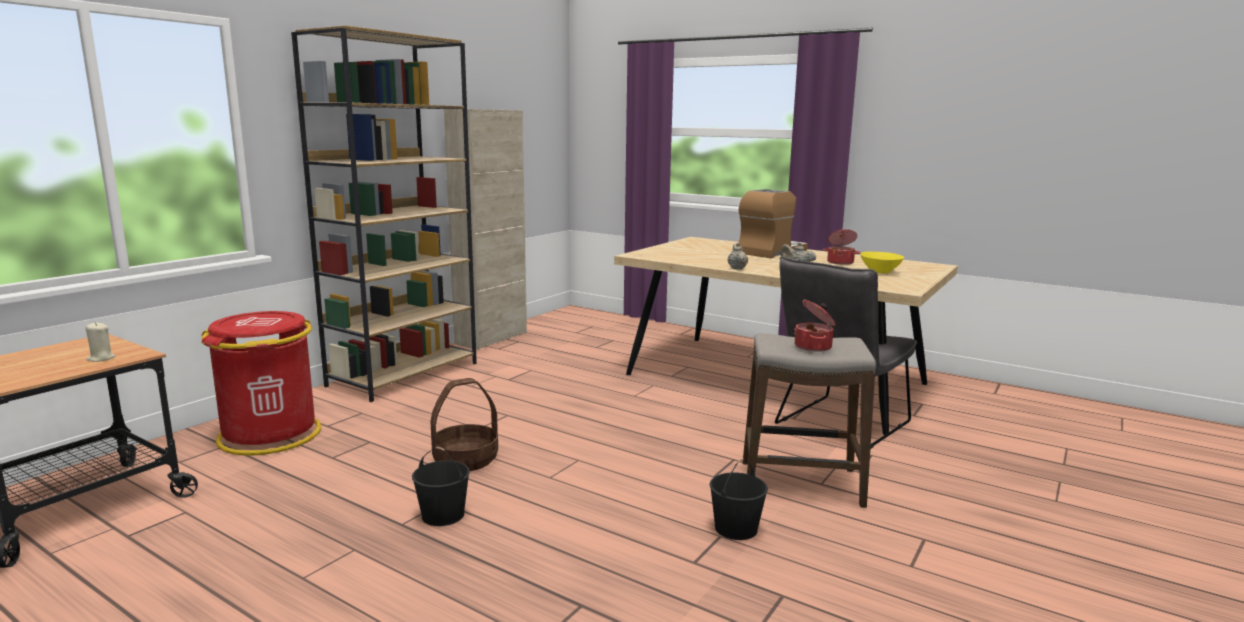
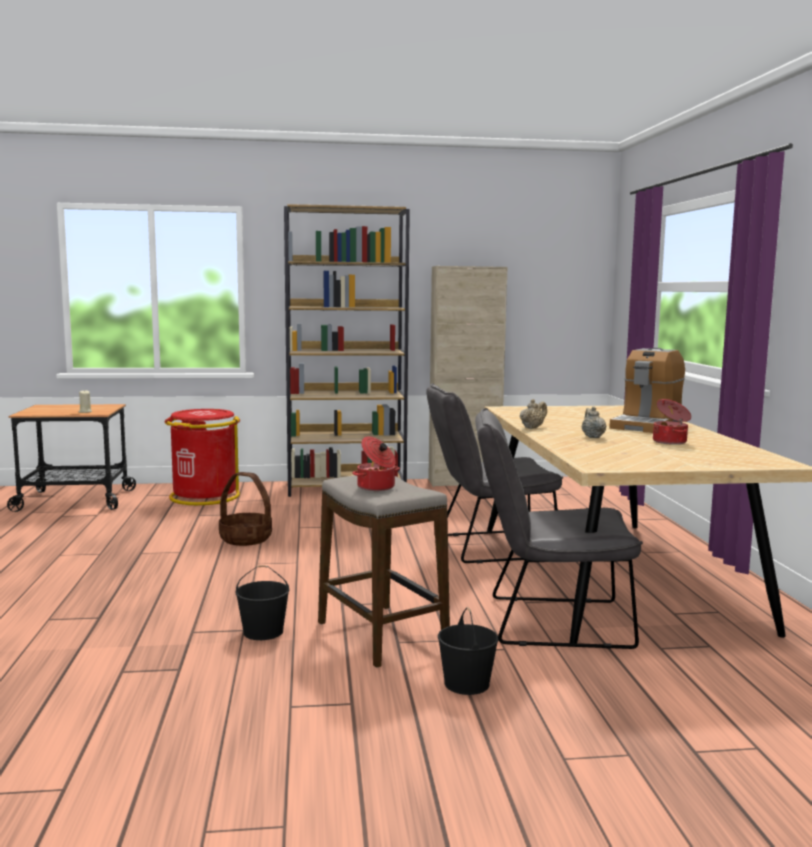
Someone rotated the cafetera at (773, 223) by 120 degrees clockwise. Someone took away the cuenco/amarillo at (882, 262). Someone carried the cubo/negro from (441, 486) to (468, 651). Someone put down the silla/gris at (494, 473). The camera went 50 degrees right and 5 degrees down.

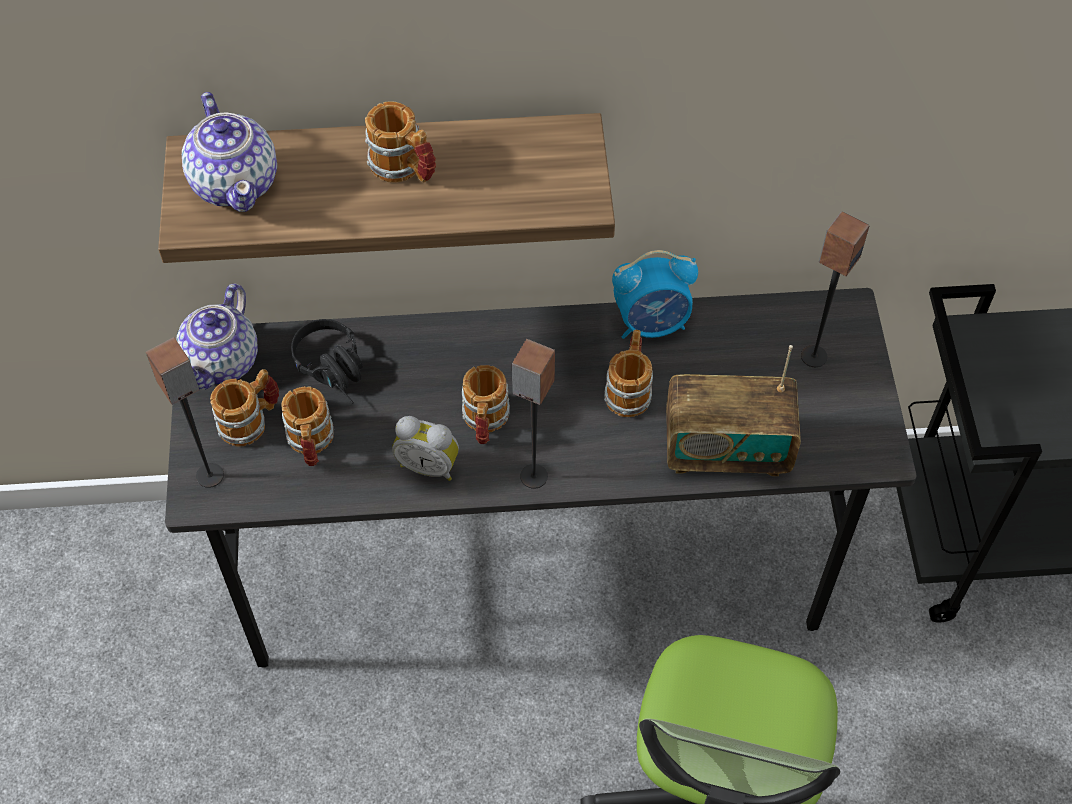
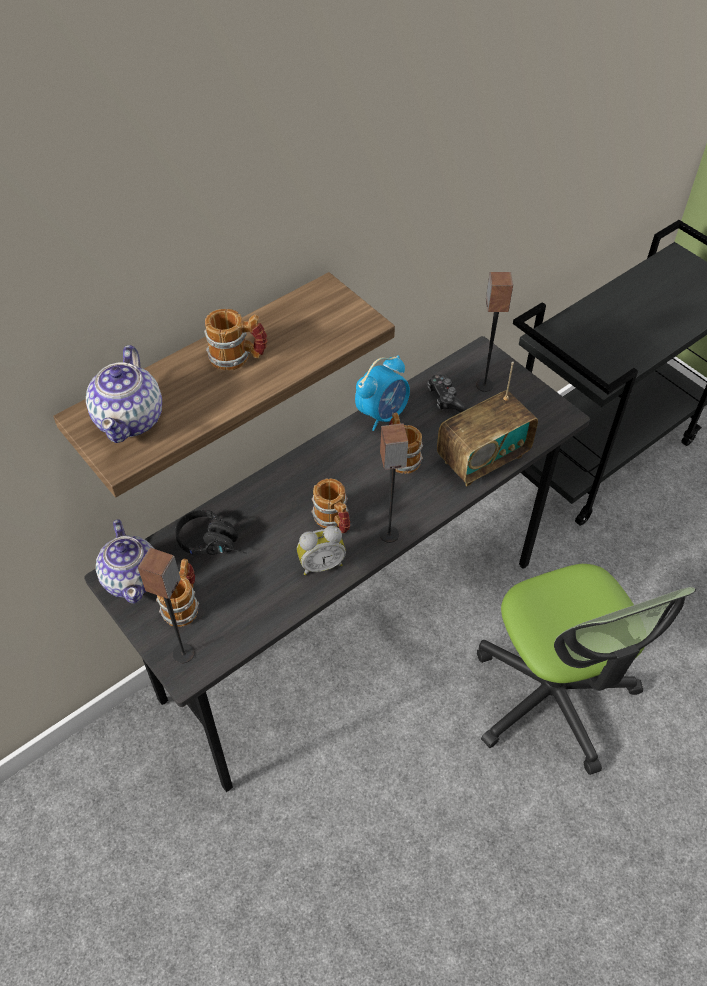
Someone rotated the tetera at (229, 152) by 60 degrees clockwise. Someone took away the taza grande at (307, 426). Someone put down the mando de consola at (447, 393). The camera went 35 degrees left and 5 degrees down.

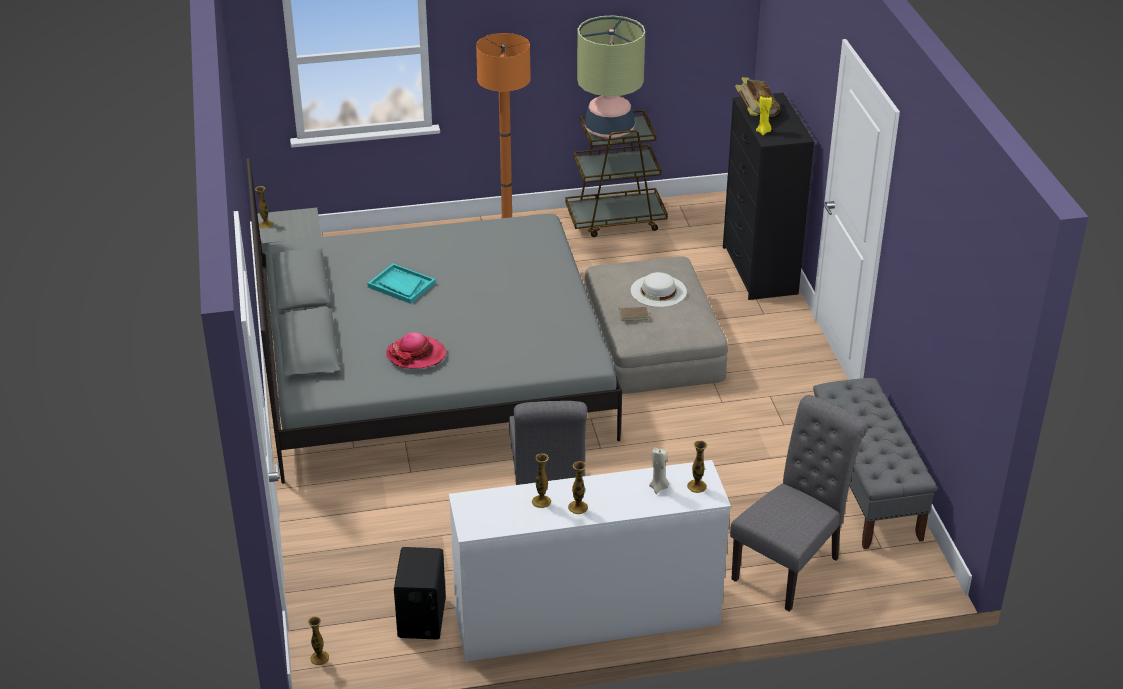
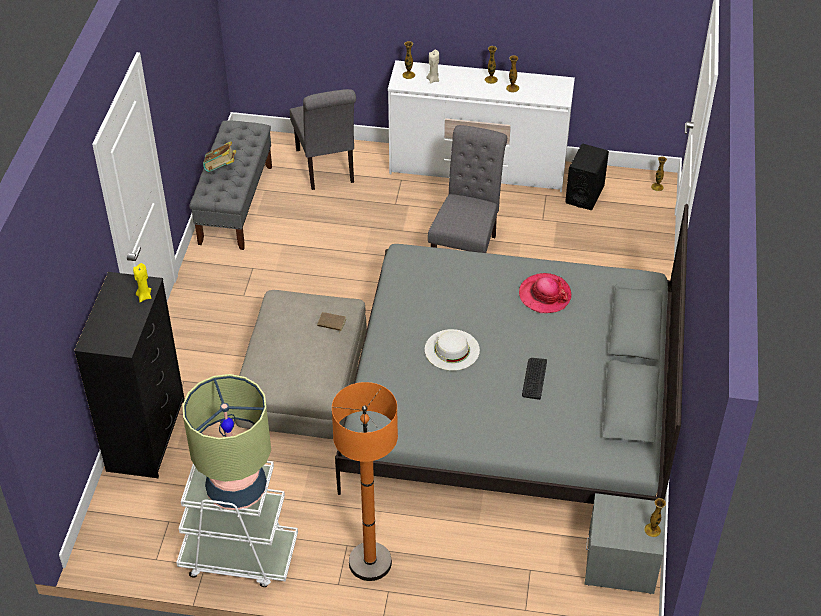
Someone carried the libro from (758, 97) to (219, 156). Someone repainted the carrito/marrón at (616, 173), which became the carrito/blanco at (237, 524). Someone swapped the bandeja/turquesa at (401, 283) for the teclado at (534, 379). Someone carried the sombrero/blanco from (659, 289) to (452, 350). Someone rotated the silla/gris at (799, 503) by 75 degrees counterclockwise. The camera went 160 degrees left and 10 degrees up.

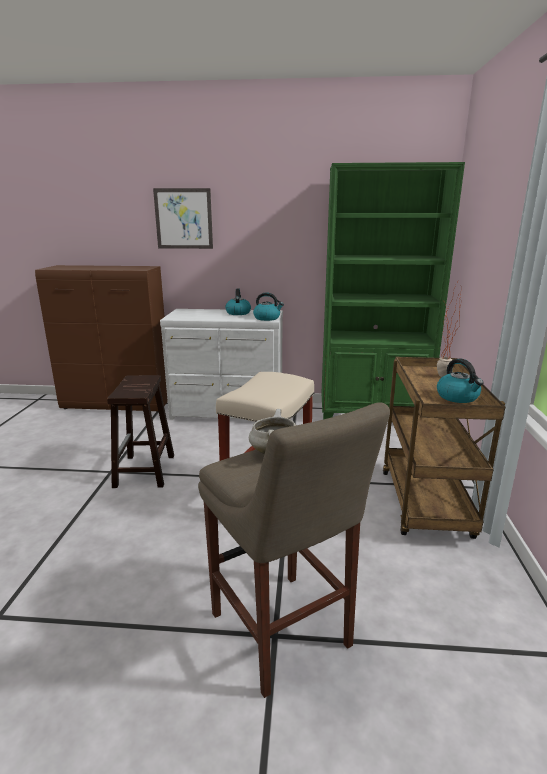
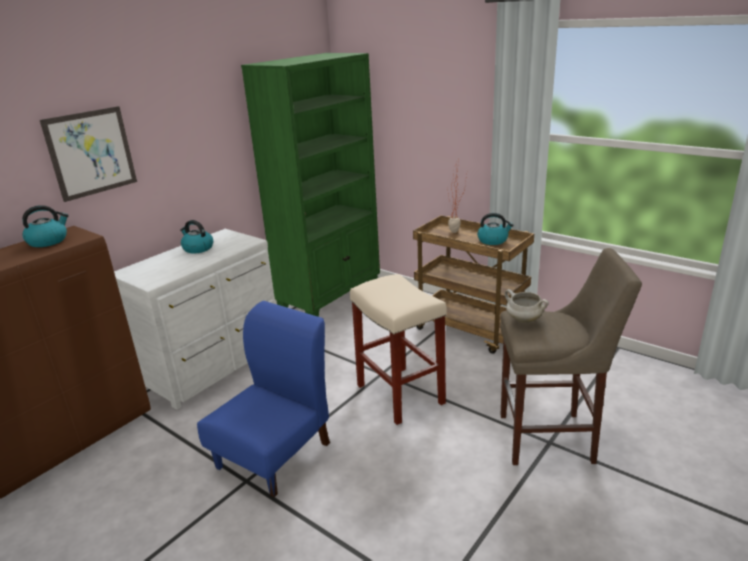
Someone carried the hervidor from (268, 307) to (45, 226). Someone swapped the taburete/marrón at (140, 431) for the silla/azul at (263, 399). The camera went 55 degrees left and 5 degrees up.

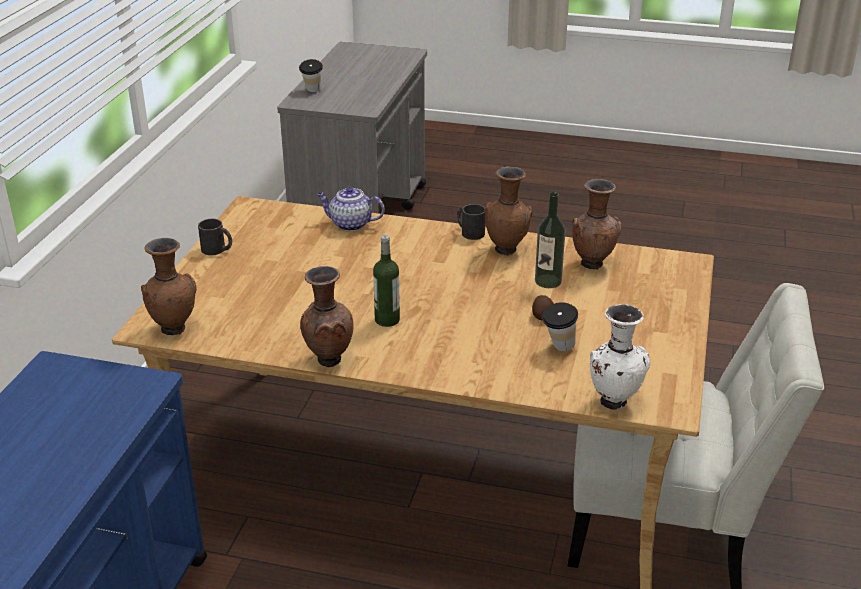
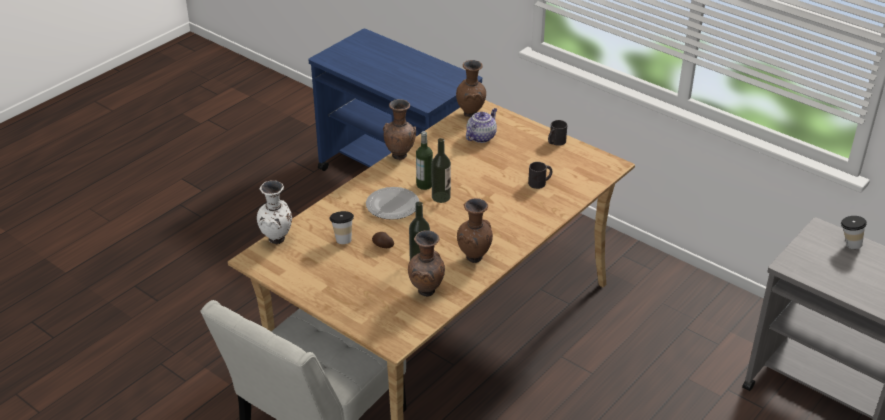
Someone carried the tetera from (350, 209) to (481, 125). Someone carried the taza grande/negro from (471, 222) to (540, 175). Someone put down the botella at (441, 170). Someone put down the plato at (392, 203). The camera went 115 degrees right and 5 degrees up.

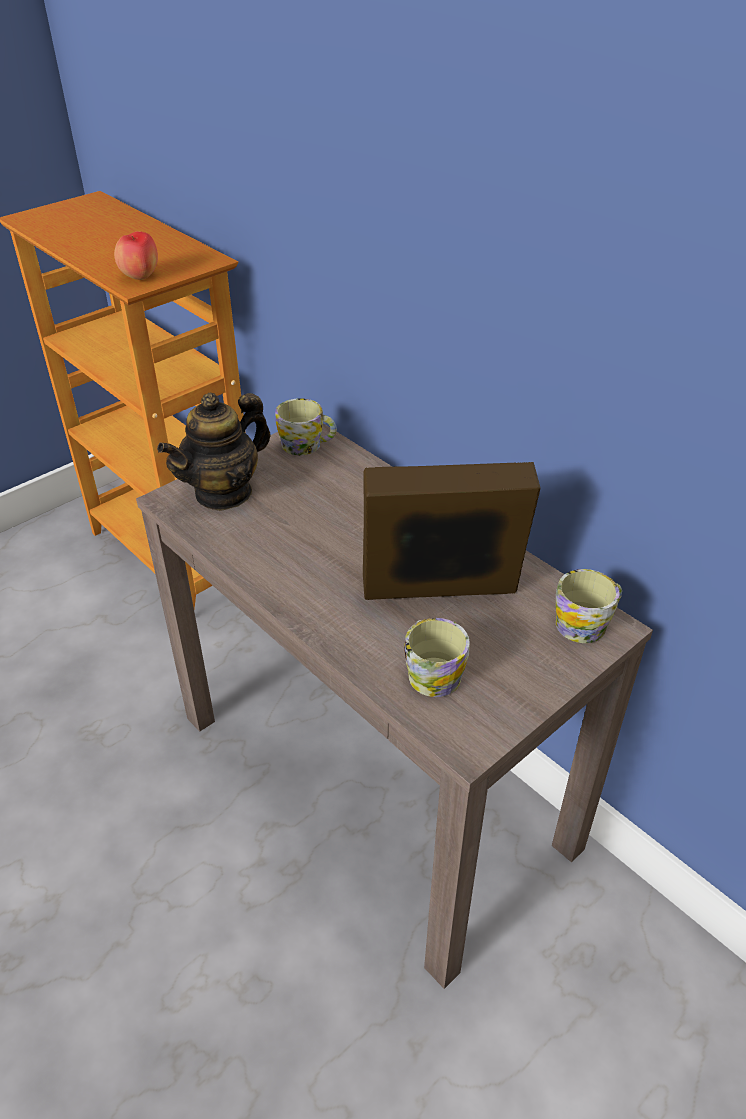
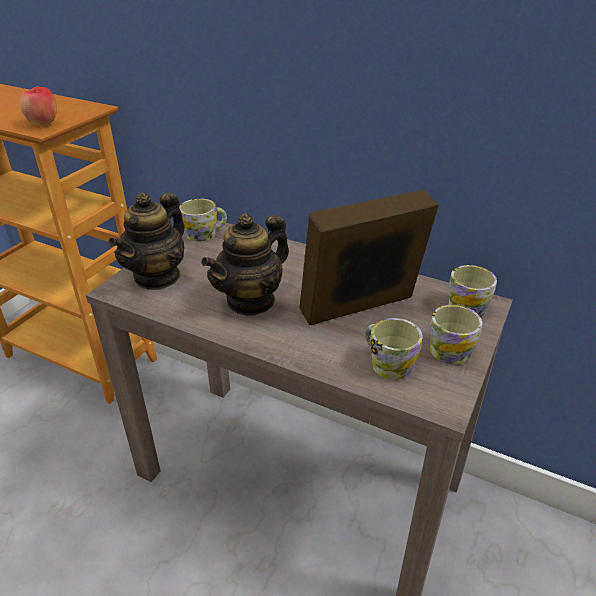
Someone put down the tetera at (245, 264). Someone put down the taza grande at (456, 334). The camera went 20 degrees left and 5 degrees down.

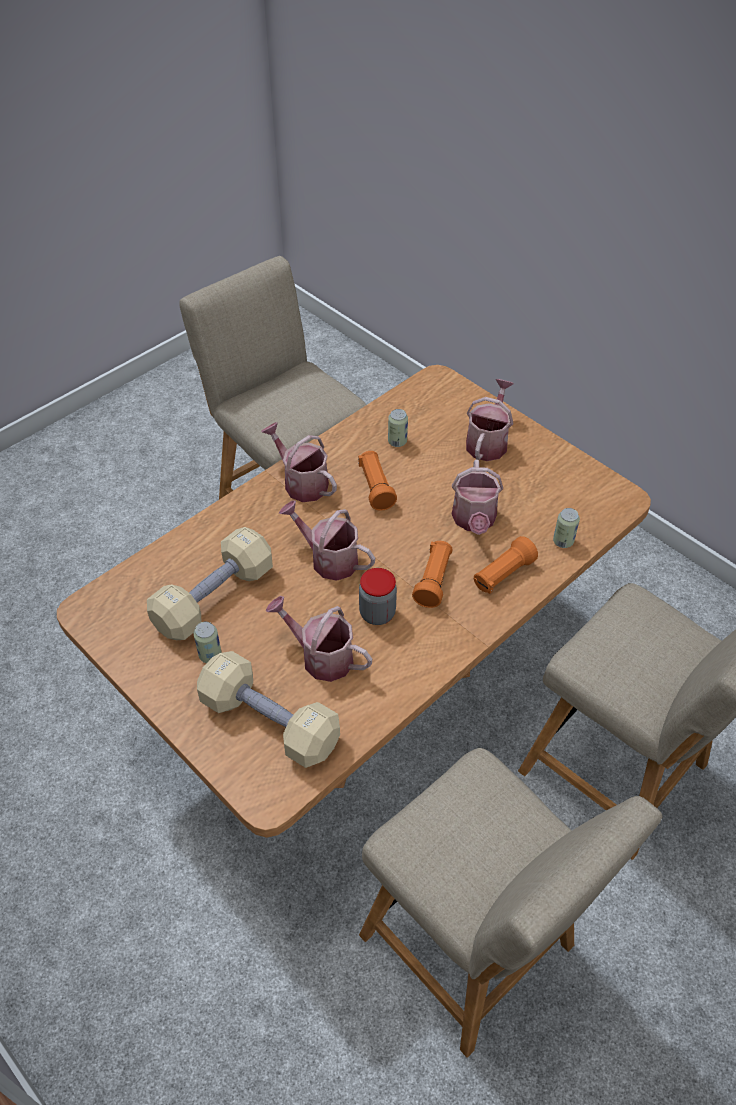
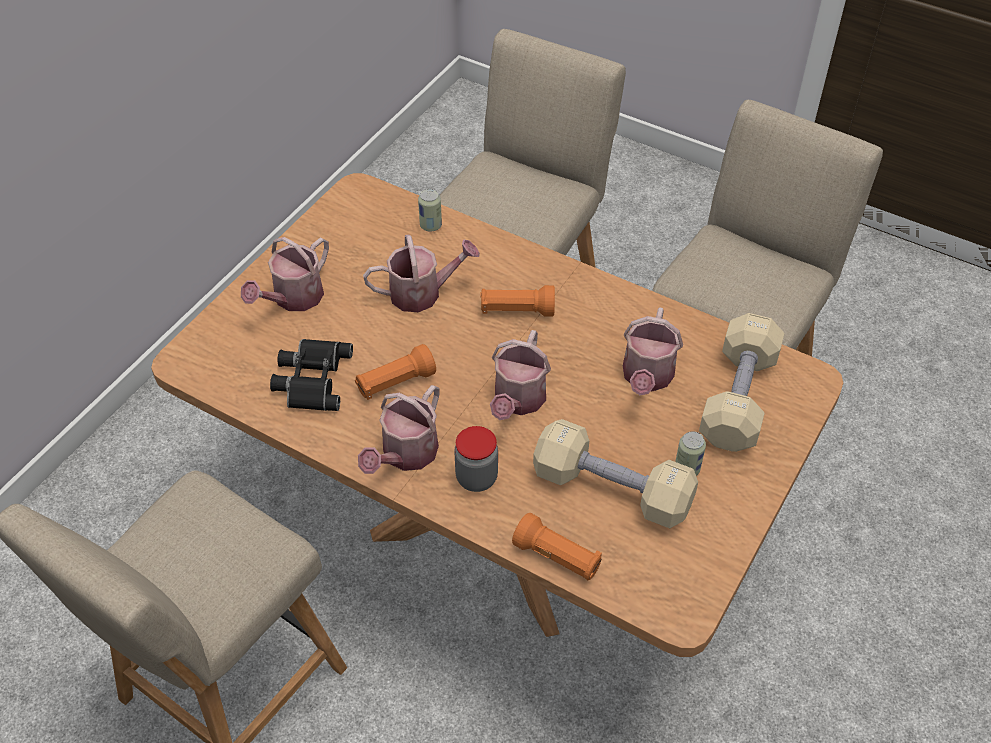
Someone rotated the regadera at (490, 420) by 60 degrees counterclockwise. Someone swapped the lata at (398, 428) for the prismáticos/negro at (311, 375). Someone carried the linterna/naranja from (506, 565) to (557, 547). Someone carried the tarro from (378, 596) to (476, 459). The camera went 105 degrees left and 0 degrees up.

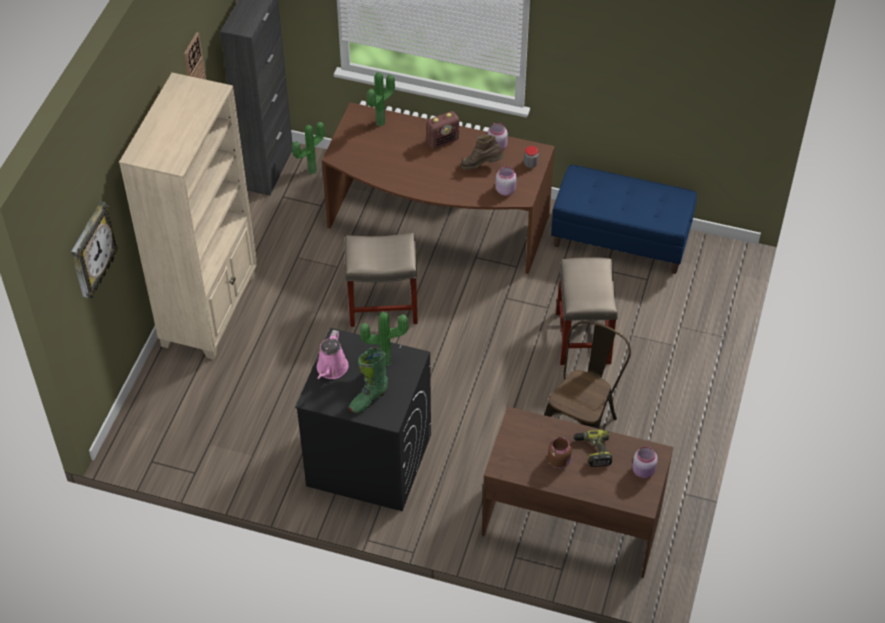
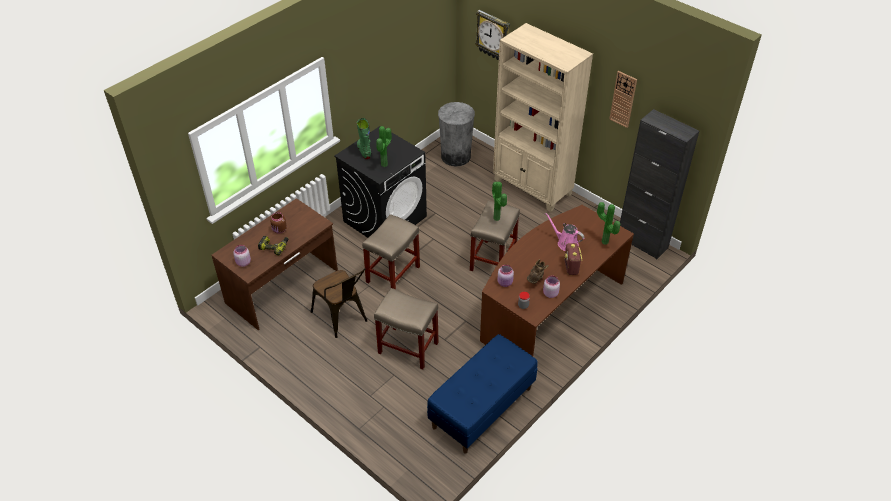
Someone carried the planta en maceta from (308, 148) to (499, 201). Someone carried the regadera/rosa from (333, 354) to (565, 232). Someone put down the papelera/gris at (456, 134). Someone put down the taburete/beis at (391, 251). The camera went 115 degrees right and 5 degrees down.

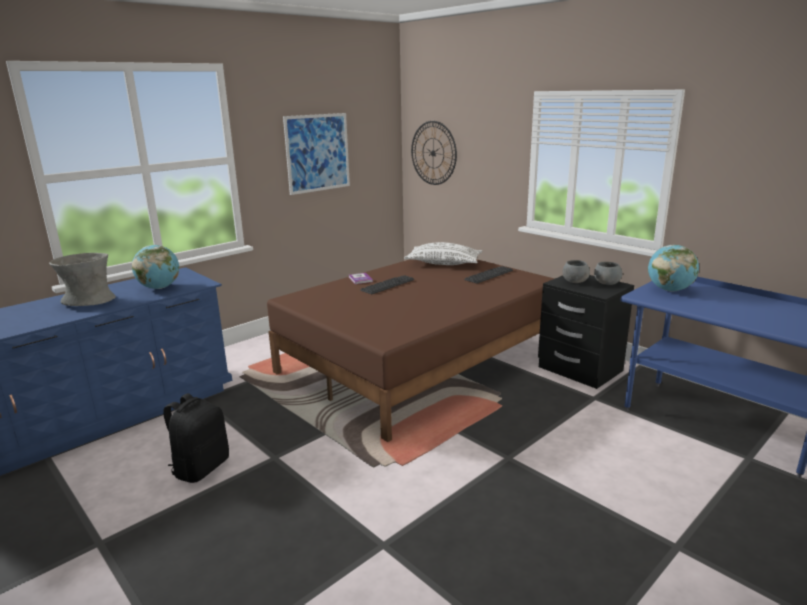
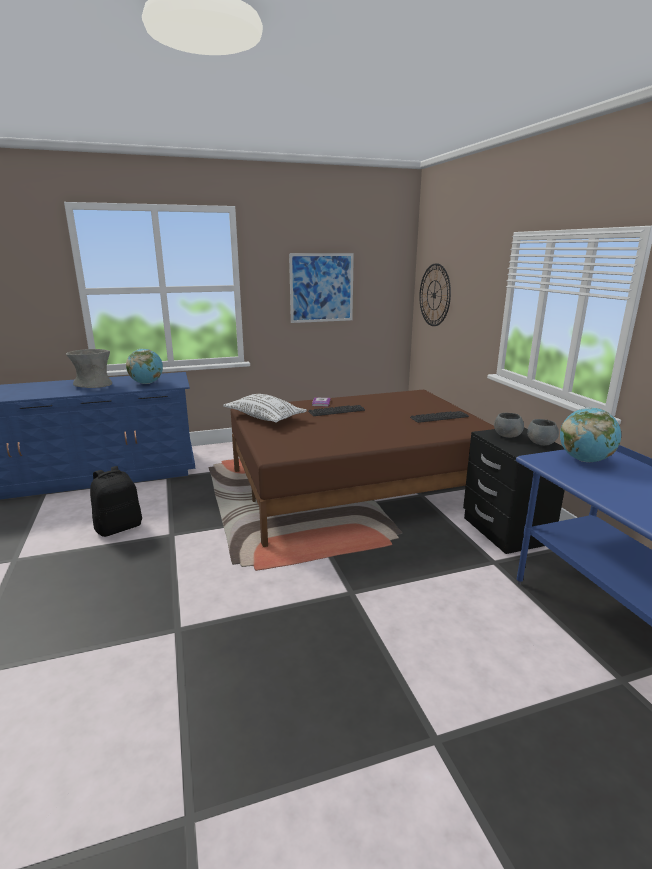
Someone carried the cojín/blanco from (443, 253) to (265, 408). The camera went 25 degrees right and 0 degrees up.

